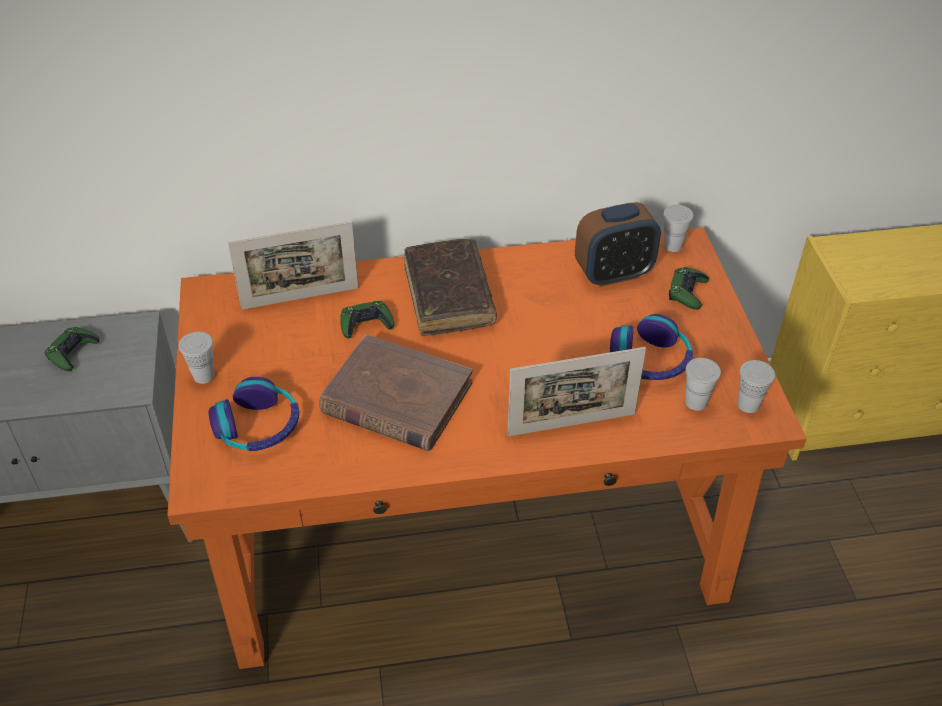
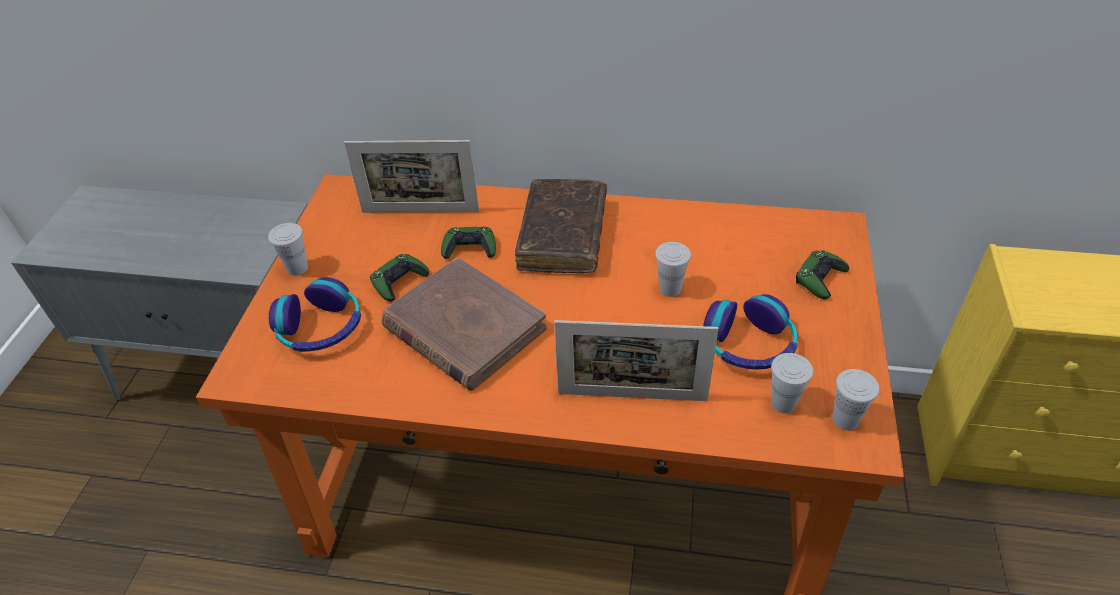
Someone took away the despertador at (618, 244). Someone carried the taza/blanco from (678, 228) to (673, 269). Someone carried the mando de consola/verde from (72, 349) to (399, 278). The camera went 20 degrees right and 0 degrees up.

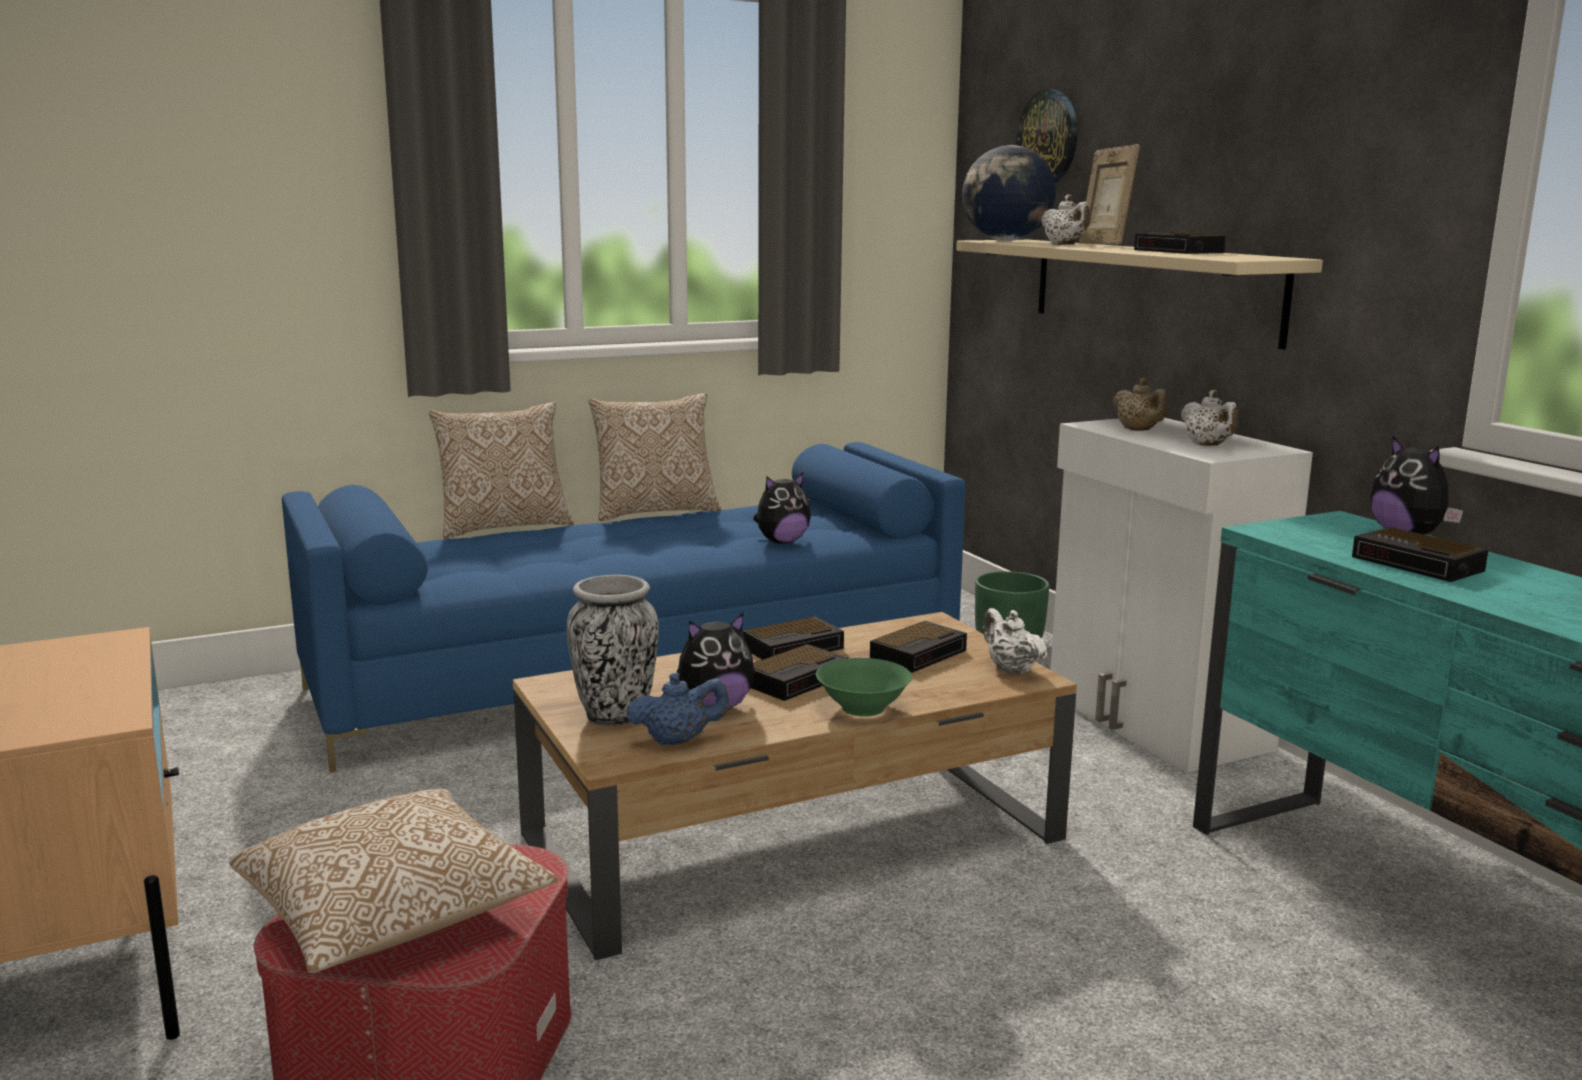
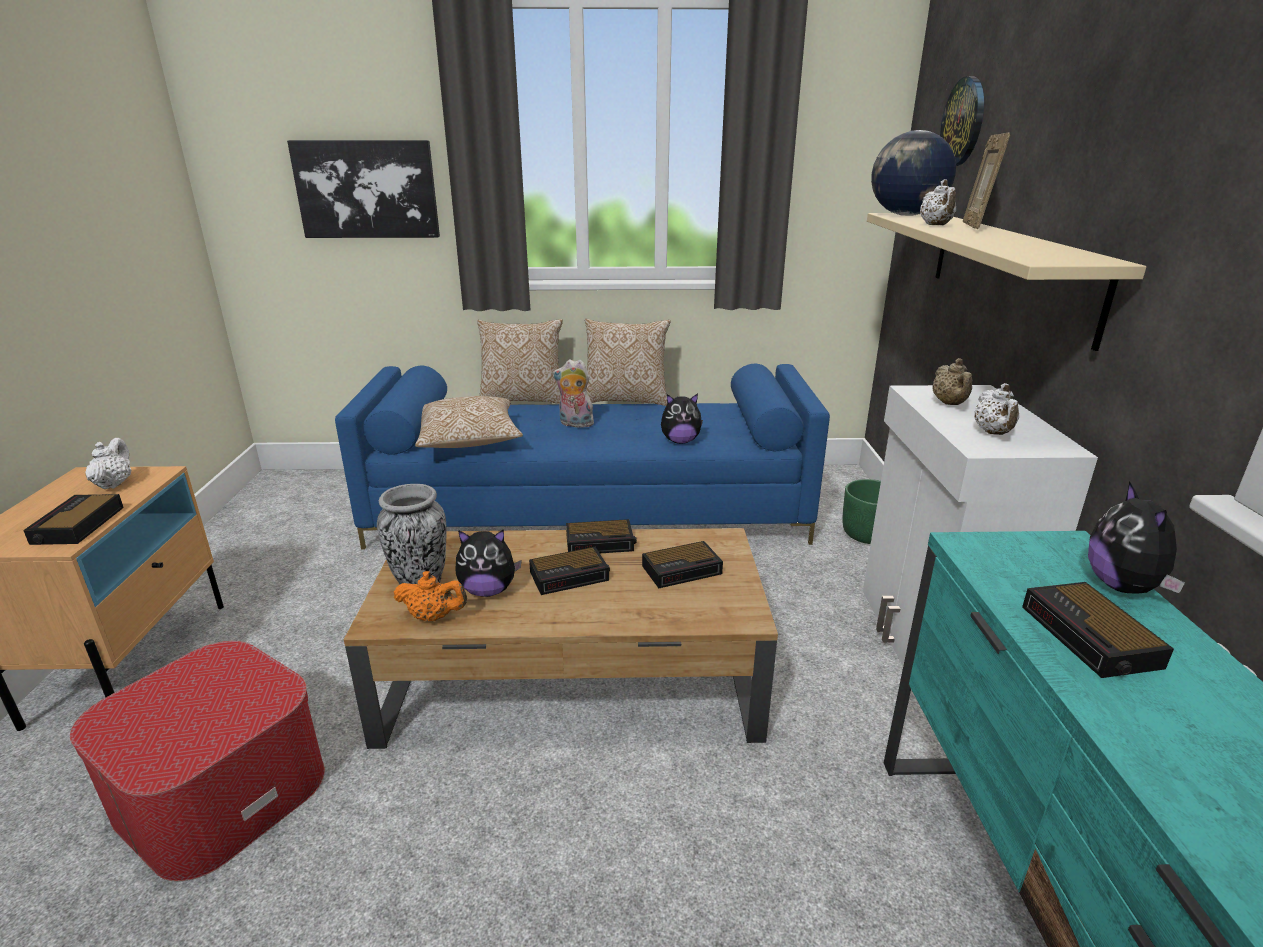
Someone carried the despertador from (1180, 243) to (73, 519). Someone carried the tetera/blanco from (1015, 641) to (108, 463). Someone took away the cuenco/verde at (864, 687). Someone repainted the tetera/azul at (677, 709), which became the tetera/naranja at (430, 596). Someone carried the cojín from (394, 881) to (469, 422). Someone put up the cuadro at (363, 189). Someone put down the peluche at (573, 393). The camera went 25 degrees right and 10 degrees up.

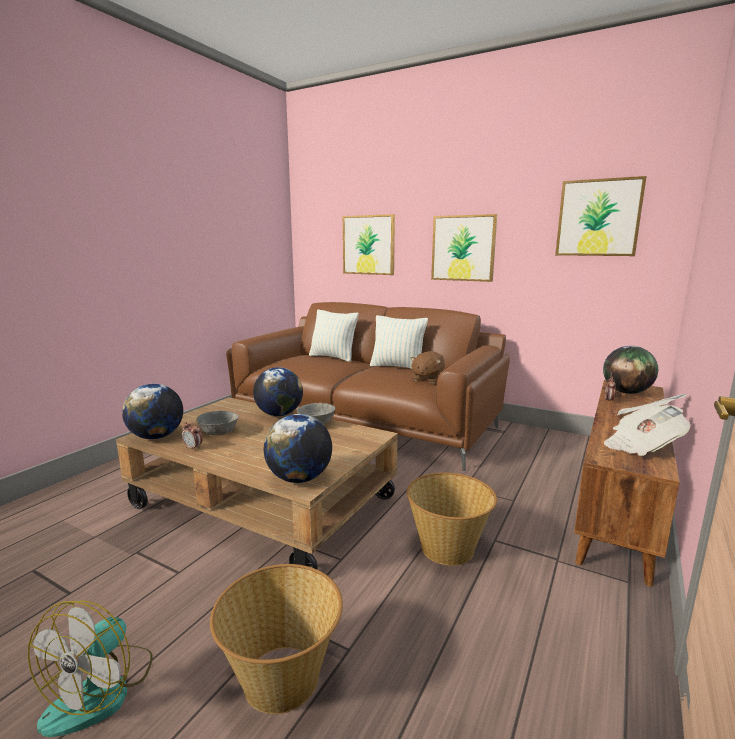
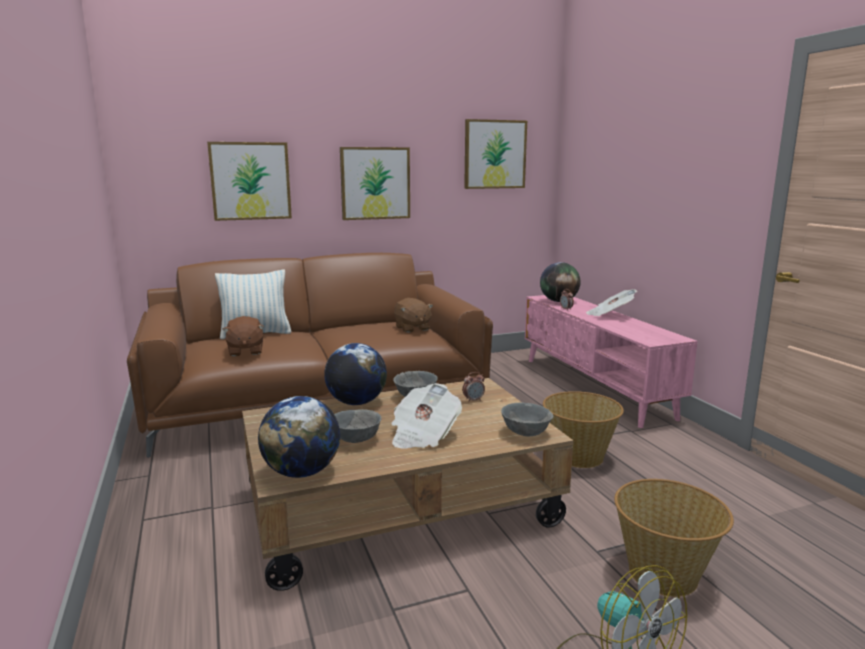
Someone took away the cojín at (399, 342). Someone repainted the mueble de televisión/marrón at (627, 483), which became the mueble de televisión/rosa at (611, 361). Someone carried the periódico from (647, 430) to (426, 416). Someone swapped the globo terráqueo at (298, 448) for the cuenco/gris at (527, 419). Someone carried the despertador from (192, 436) to (473, 387). Someone put down the peluche/marrón at (243, 336). The camera went 50 degrees left and 0 degrees up.

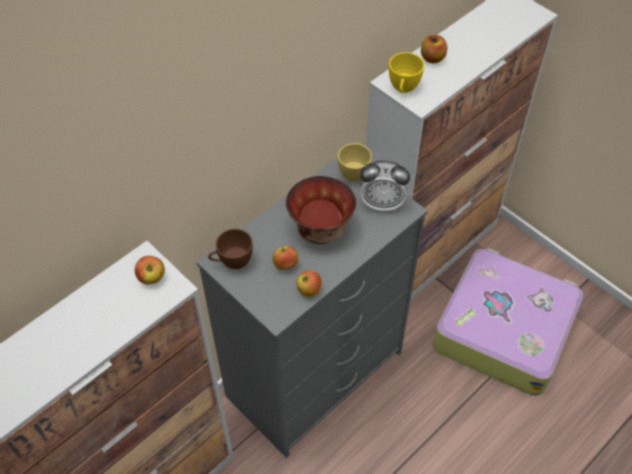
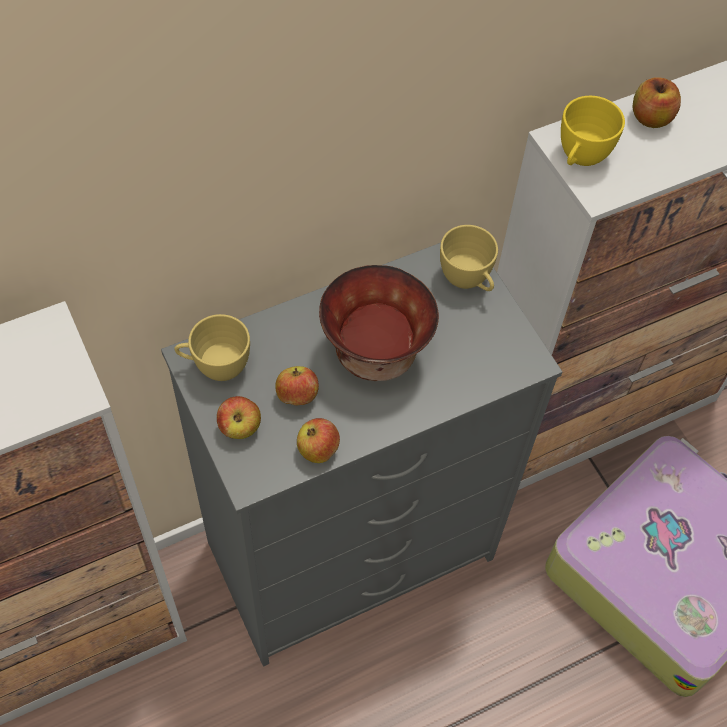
Someone took away the despertador at (385, 185). Someone repainted the taza/marrón at (230, 249), which became the taza/amarillo at (212, 347). Someone carried the manzana from (150, 270) to (239, 417). The camera went 15 degrees right and 5 degrees up.

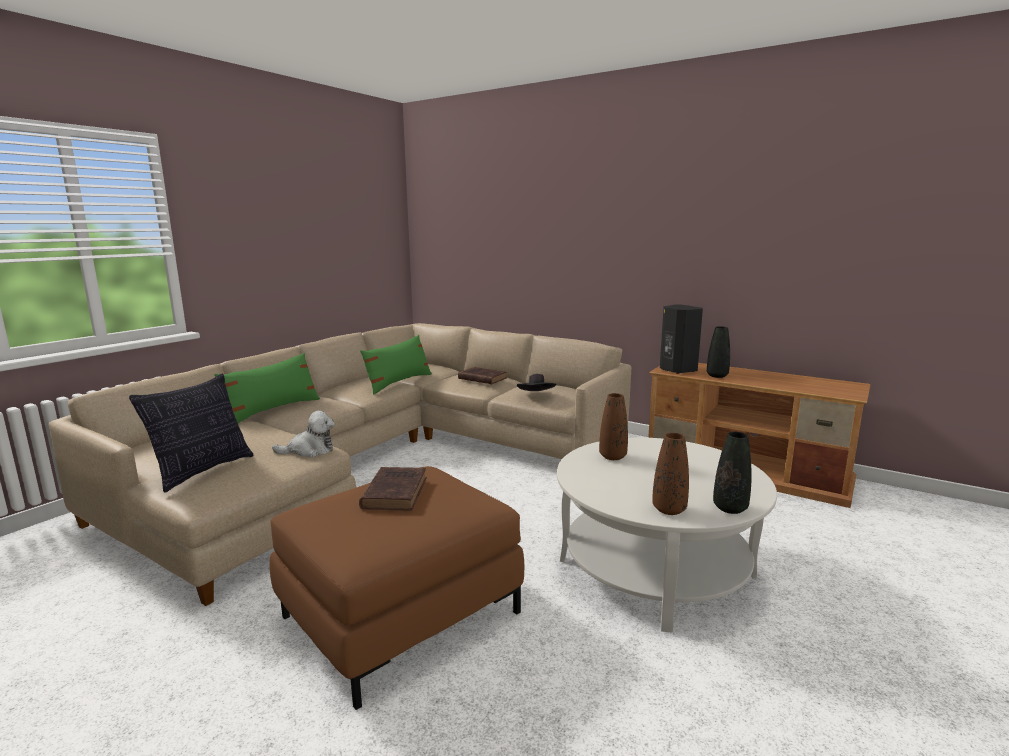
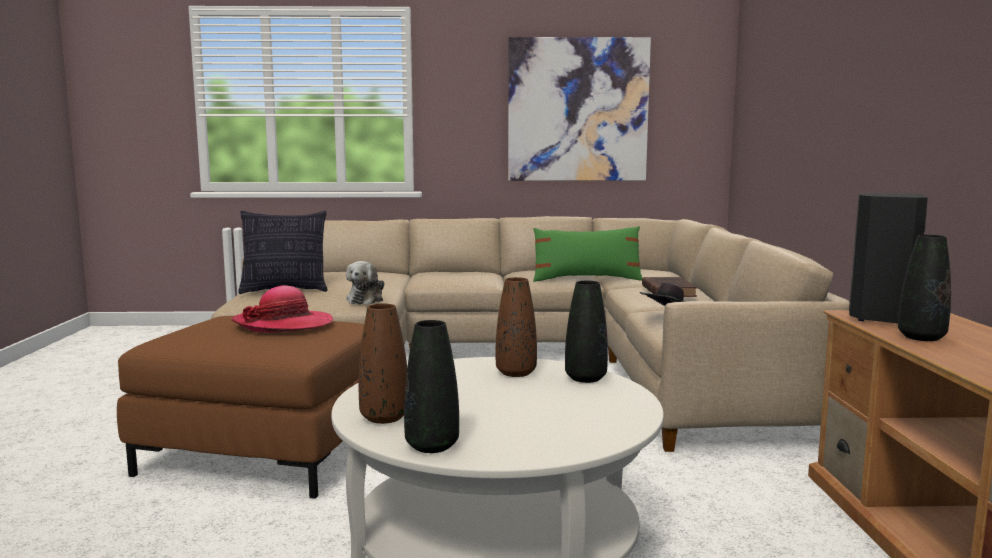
Someone took away the cojín/verde at (267, 388). Someone rotated the peluche at (303, 434) by 60 degrees clockwise. Someone swapped the libro/marrón at (393, 489) for the sombrero at (282, 309). Someone put up the cuadro at (579, 109). Someone put down the florero/negro at (586, 332). The camera went 55 degrees right and 5 degrees down.

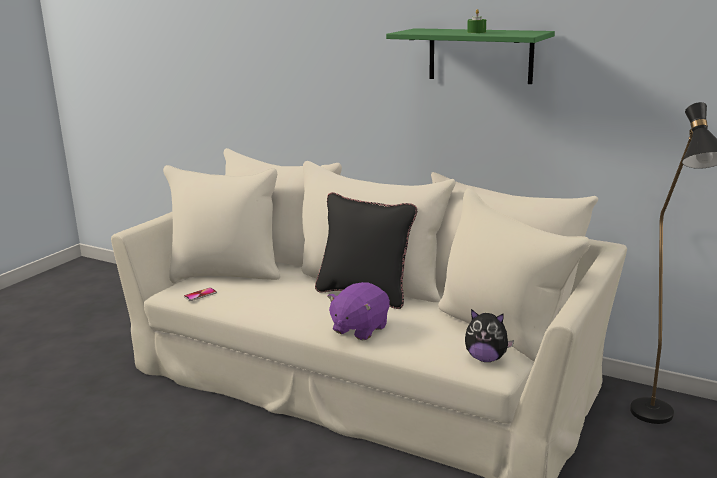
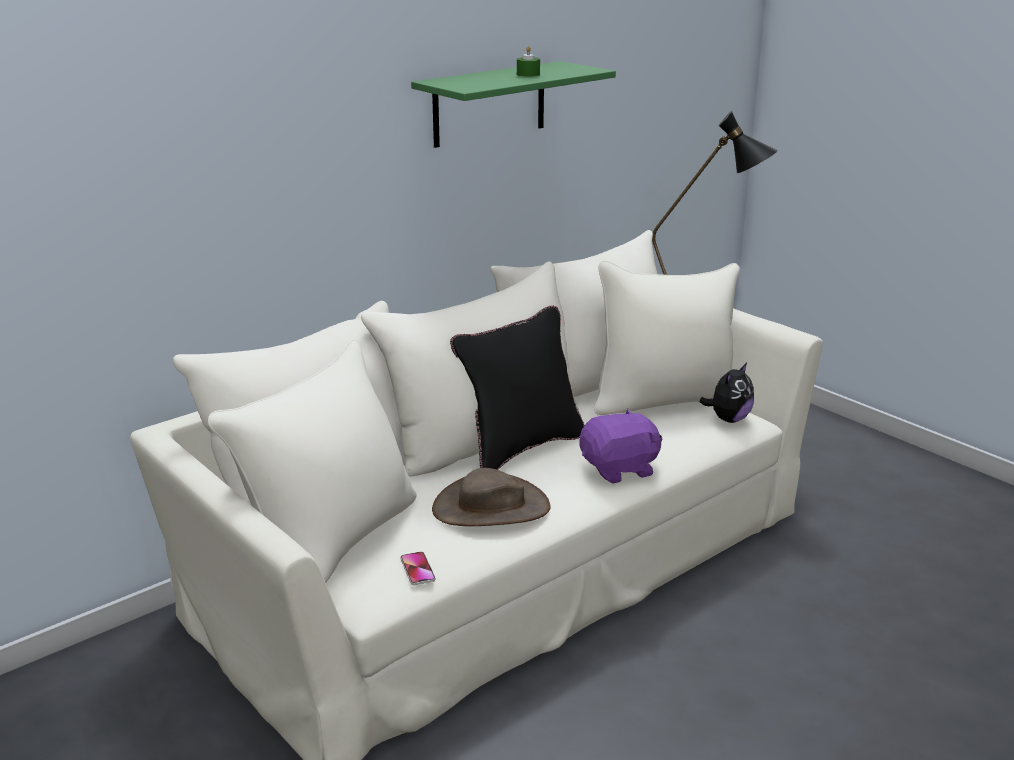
Someone rotated the peluche/morado at (358, 311) by 75 degrees counterclockwise. Someone put down the sombrero/marrón at (491, 497). The camera went 70 degrees left and 5 degrees up.

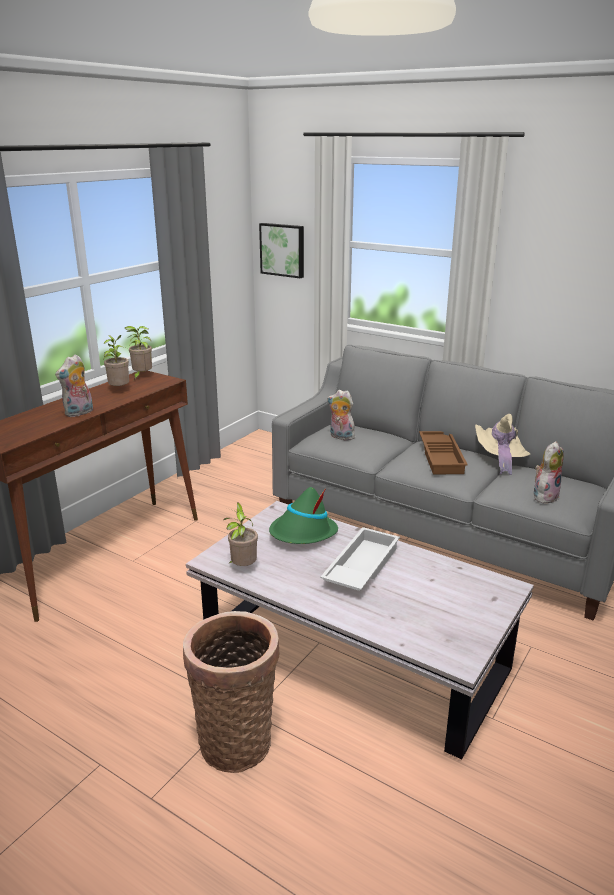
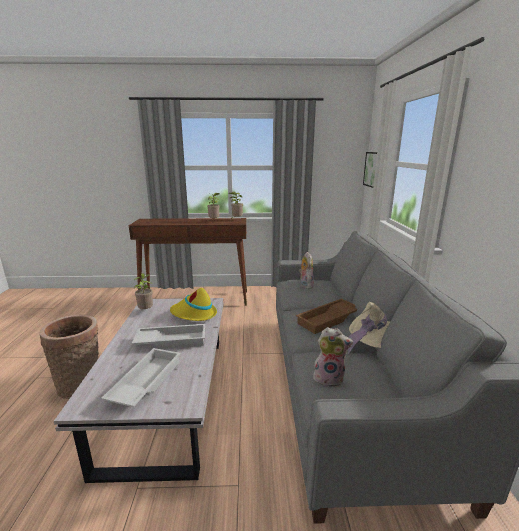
Someone took away the peluche at (74, 385). Someone repainted the sombrero/verde at (303, 515), which became the sombrero/amarillo at (193, 304). Someone put down the bandeja/blanco at (141, 377). The camera went 55 degrees right and 5 degrees down.

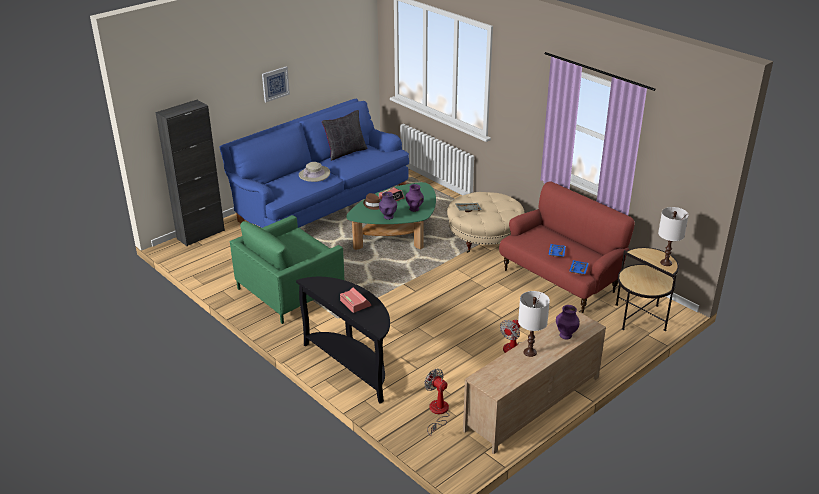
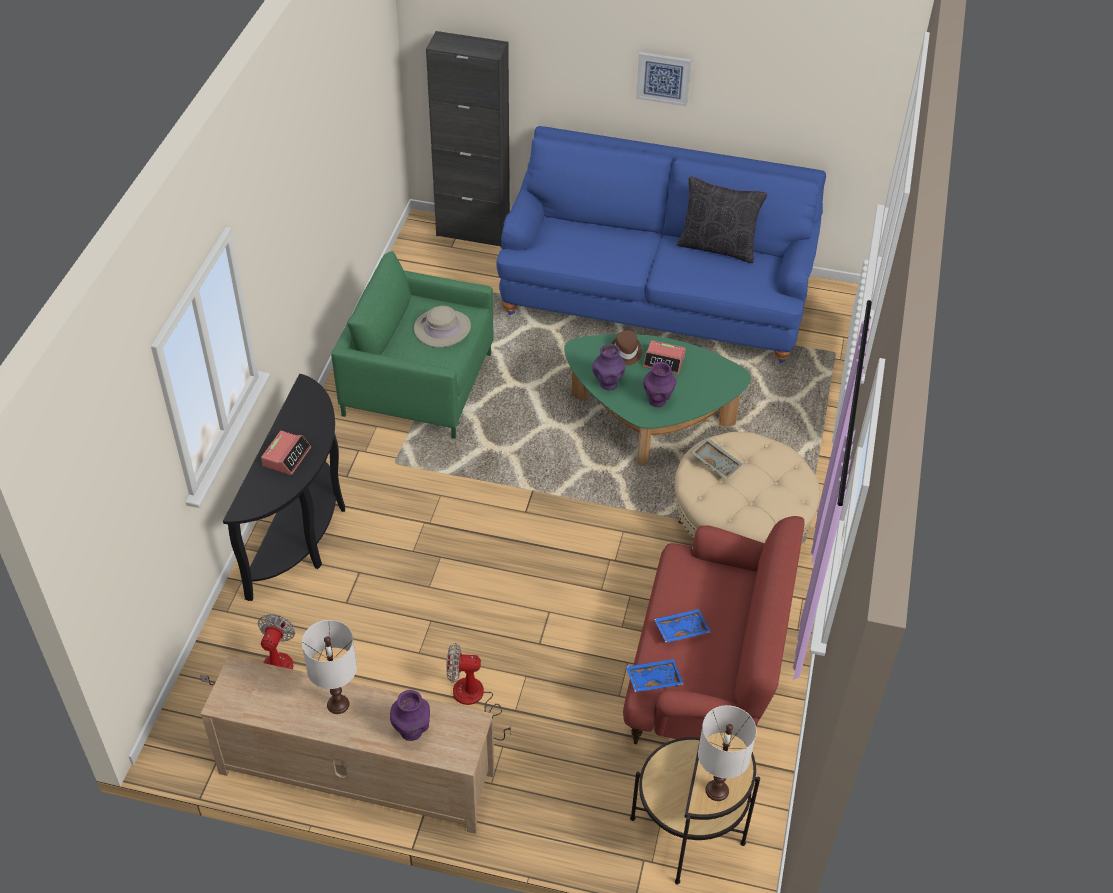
Someone carried the sombrero/beis from (314, 172) to (442, 327). The camera went 55 degrees right and 15 degrees up.

